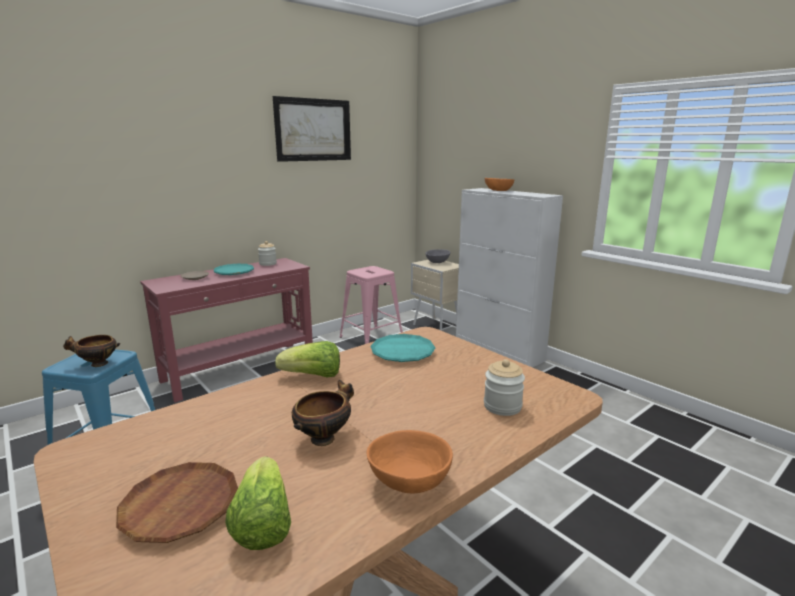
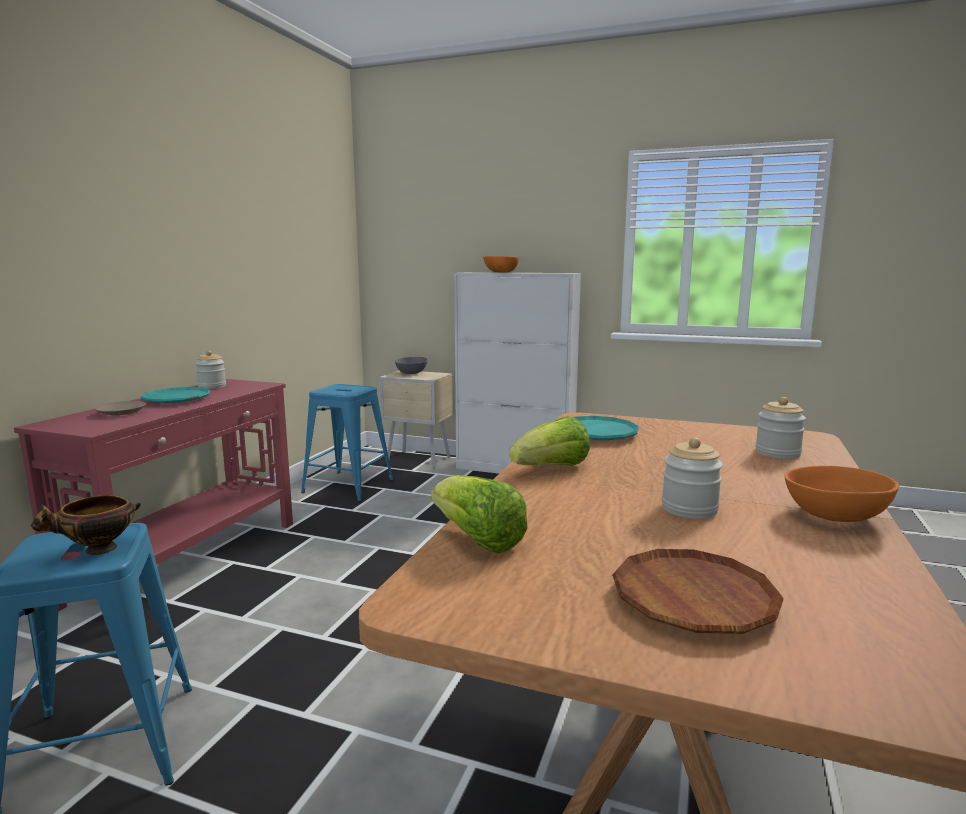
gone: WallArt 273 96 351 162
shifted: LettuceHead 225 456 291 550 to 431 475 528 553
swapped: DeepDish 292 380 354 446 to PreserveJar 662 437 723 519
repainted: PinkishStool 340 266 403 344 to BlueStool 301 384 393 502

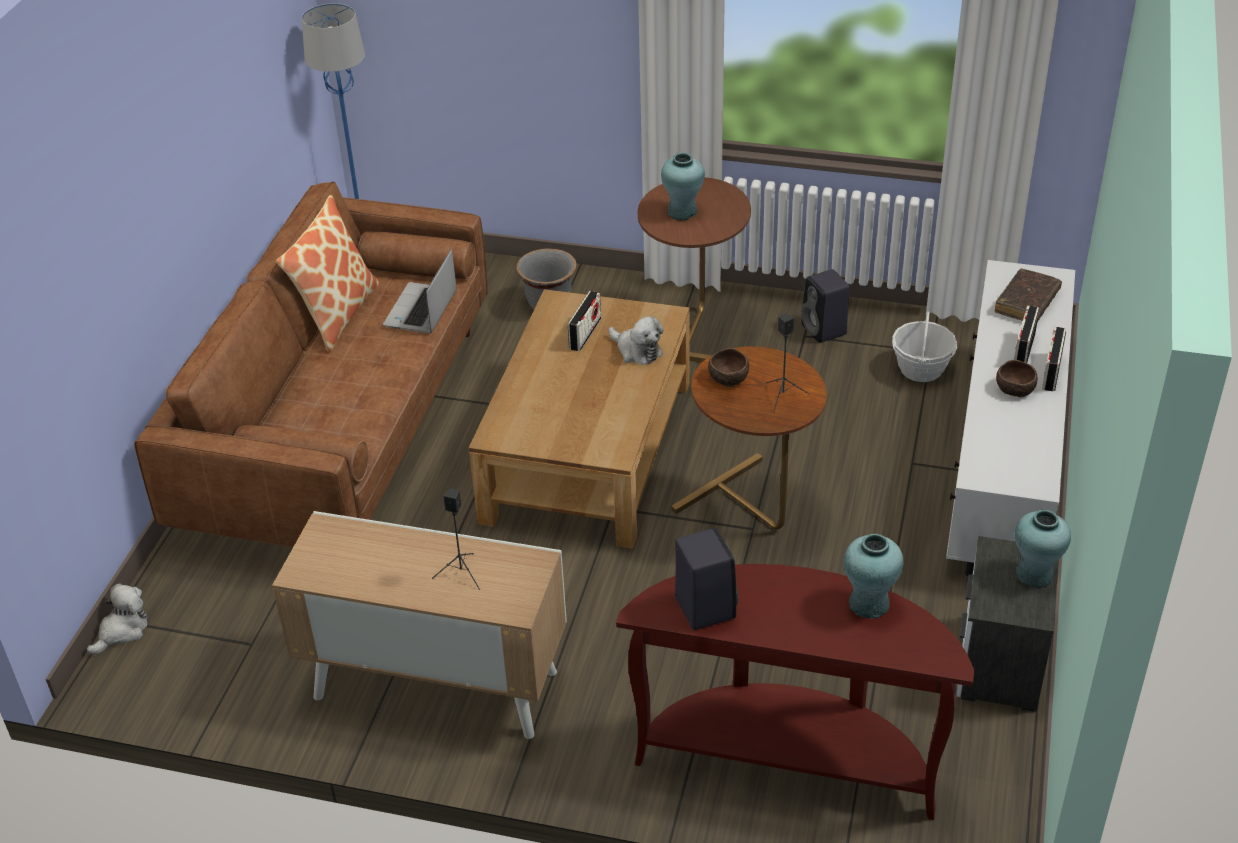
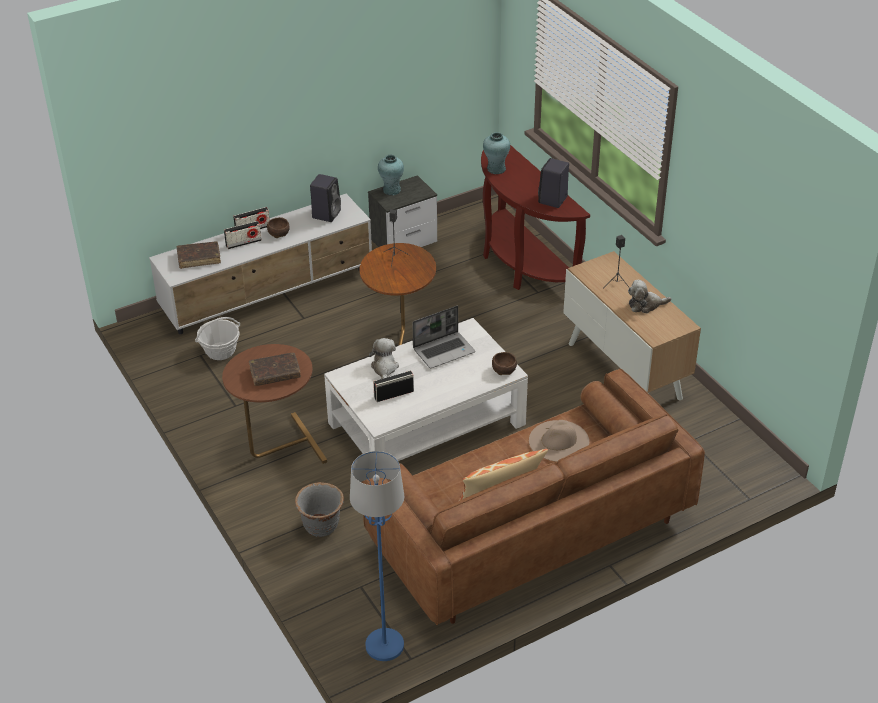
new: SandColouredHat 529 420 589 462
shifted: PlushToy 87 584 148 655 to 628 280 671 313; Laptop 383 249 457 334 to 412 306 475 368; BrownishDeepDish 708 348 749 387 to 492 352 517 375; BlackSpeaker 801 269 850 343 to 310 174 341 222
swapped: TurquoiseColouredVase 661 153 705 220 to BrownishBoundBook 249 352 301 386
repainted: BrownishCoffeeTable 469 289 690 549 to WhitishCoffeeTable 324 318 528 461

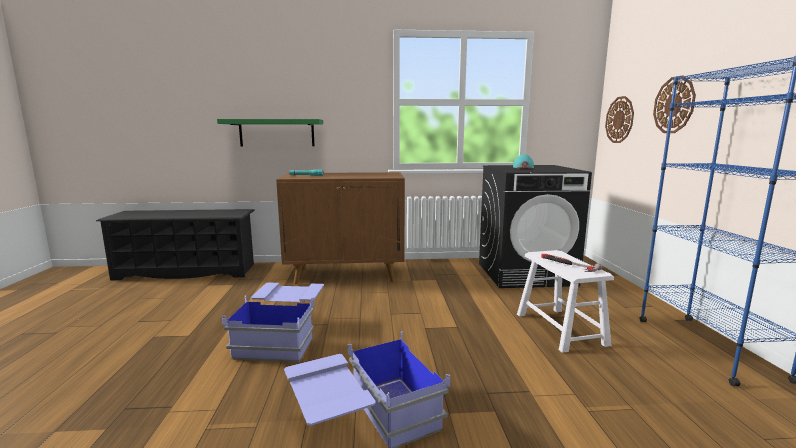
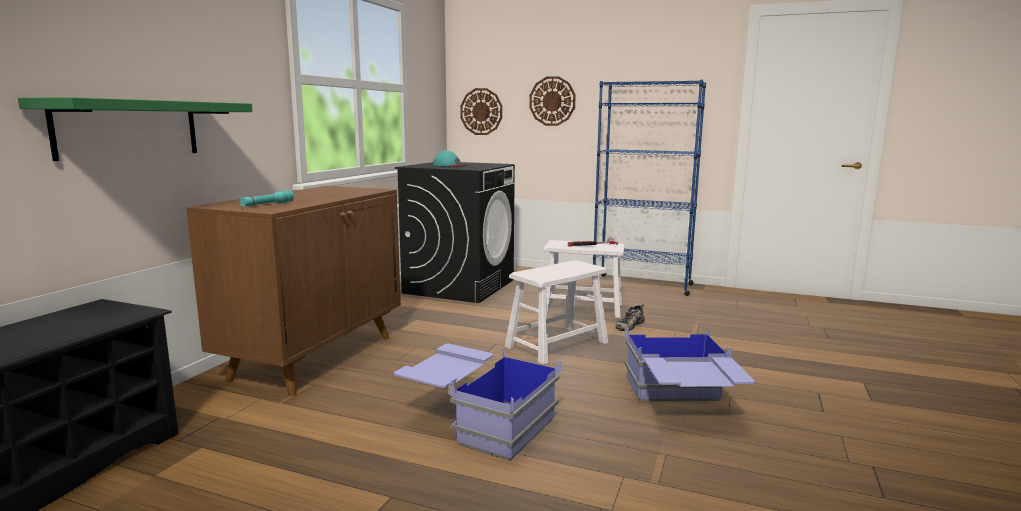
new: WhitishStool 505 260 608 365; LowShoe 616 304 645 331

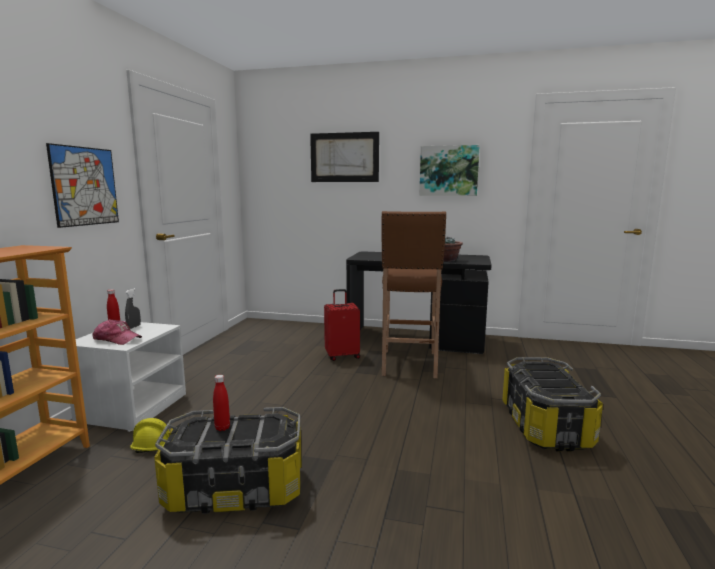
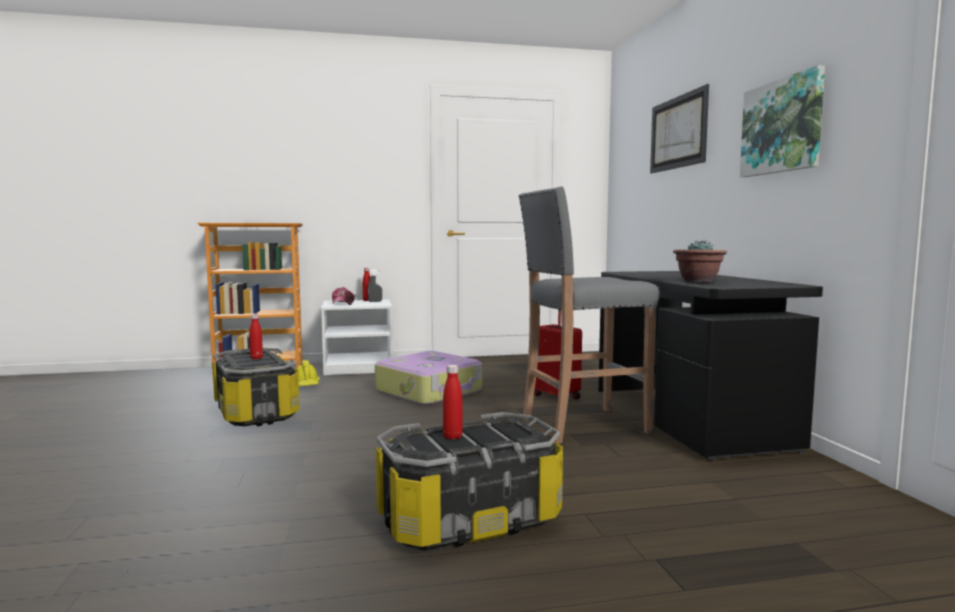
gone: WallArt 46 143 119 228
new: PieceOfLuggage 375 351 483 405; ReddishBeverageBottle 443 365 463 440
repainted: BrownishStool 382 211 446 378 to GrayStool 519 187 660 444

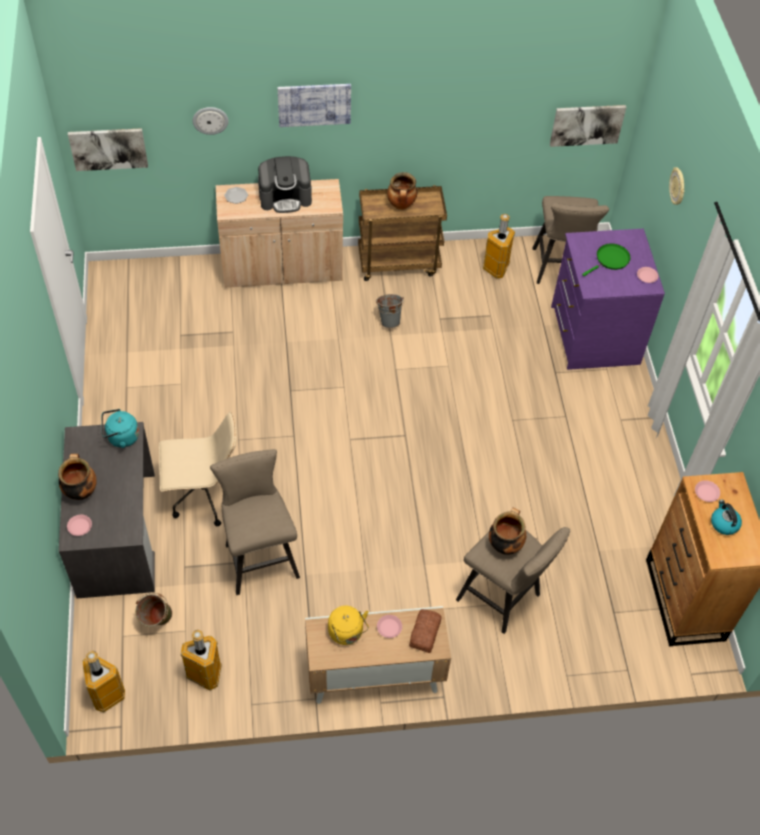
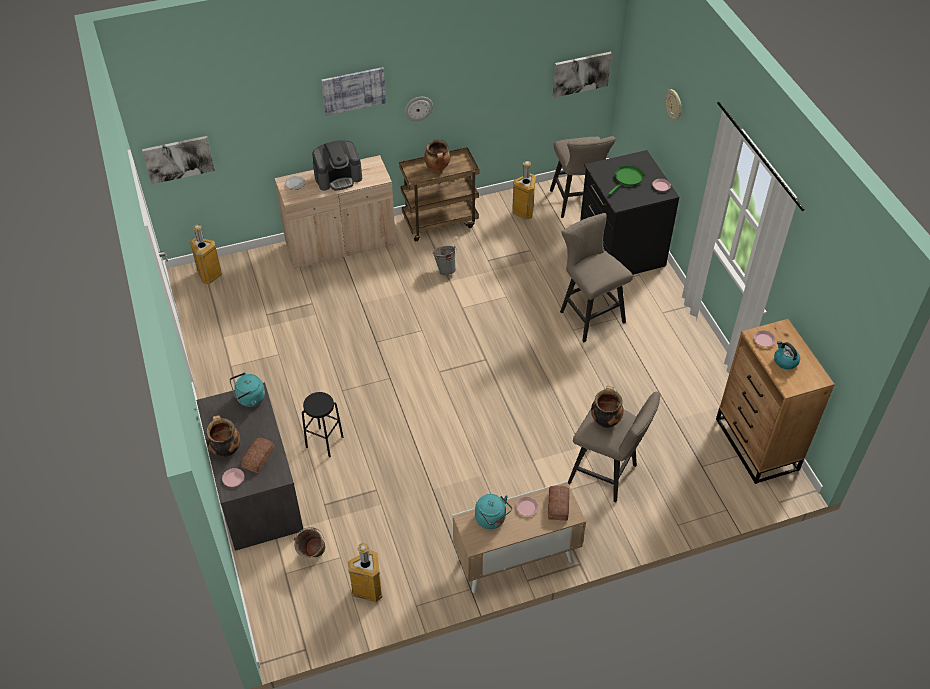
new: BakeryBread 241 438 275 473
shifted: TrashCan 82 651 125 712 to 189 224 222 284; ClockOnTheWall 193 107 229 135 to 404 97 433 121; SandColouredStool 210 449 300 595 to 560 213 633 342
swapped: SandColouredOfficeChair 159 412 237 526 to BlackStool 302 392 344 457
repainted: YellowTeaKettle 328 605 369 645 to TurquoiseColouredTeaKettle 475 494 512 529; PurplishDrawerChest 551 229 665 370 to BlackDrawerChest 580 150 680 275

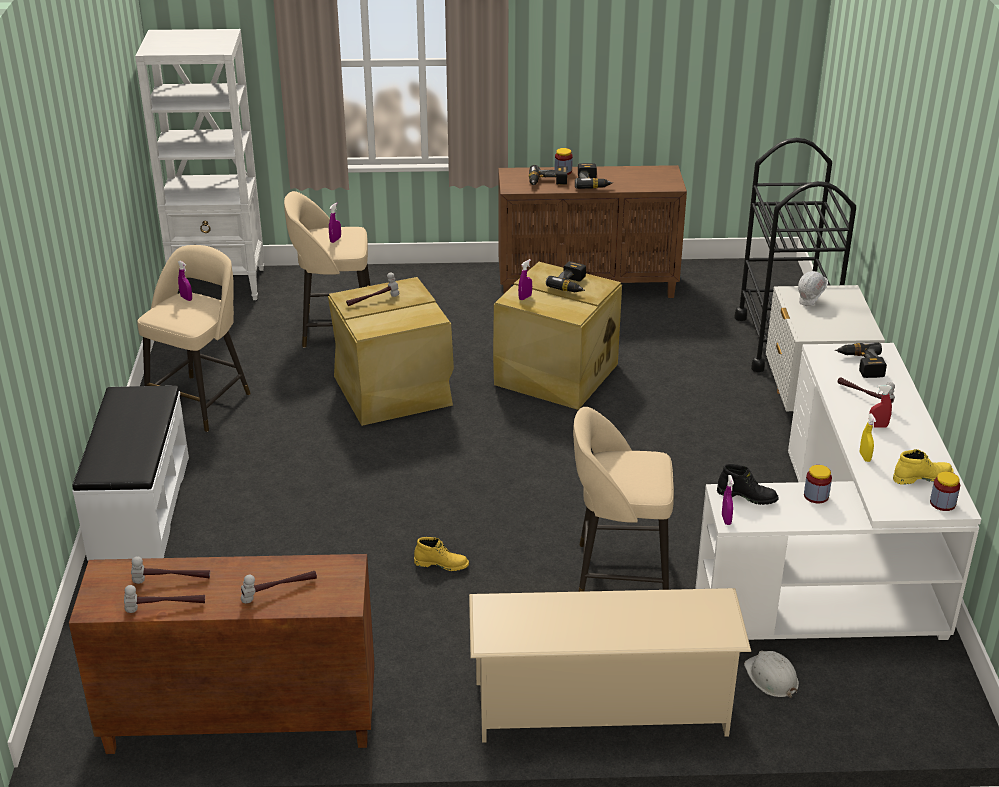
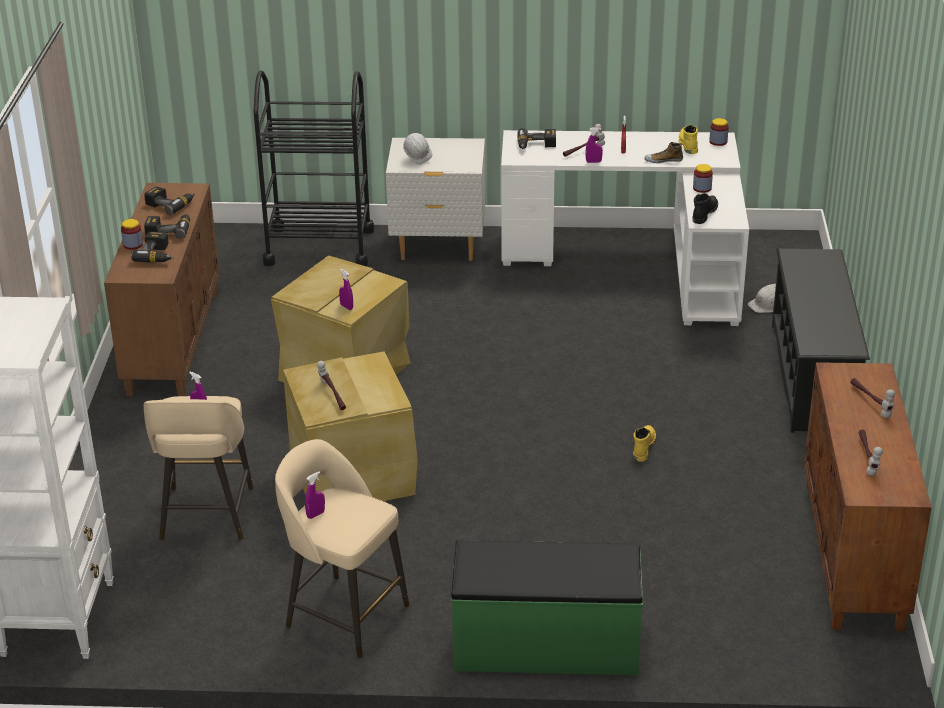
gone: ToolHammer 124 585 205 613; SandColouredStool 573 407 674 592
shifted: PowerDrill 546 261 586 292 to 144 186 195 215; PurplishSprayBottle 722 475 734 525 to 586 127 603 163
swapped: YellowSprayBottle 860 413 876 462 to LowShoe 644 142 683 163
repainted: WhitishIndoorBench 72 386 189 561 to GreenIndoorBench 451 540 643 675; SandColouredShoeRack 469 588 751 743 to BlackShoeRack 772 249 870 433

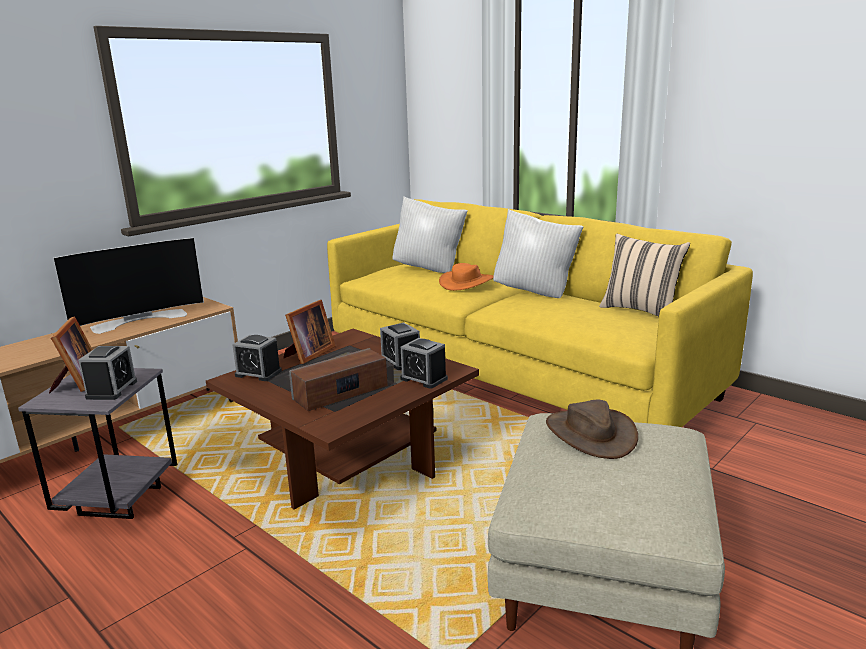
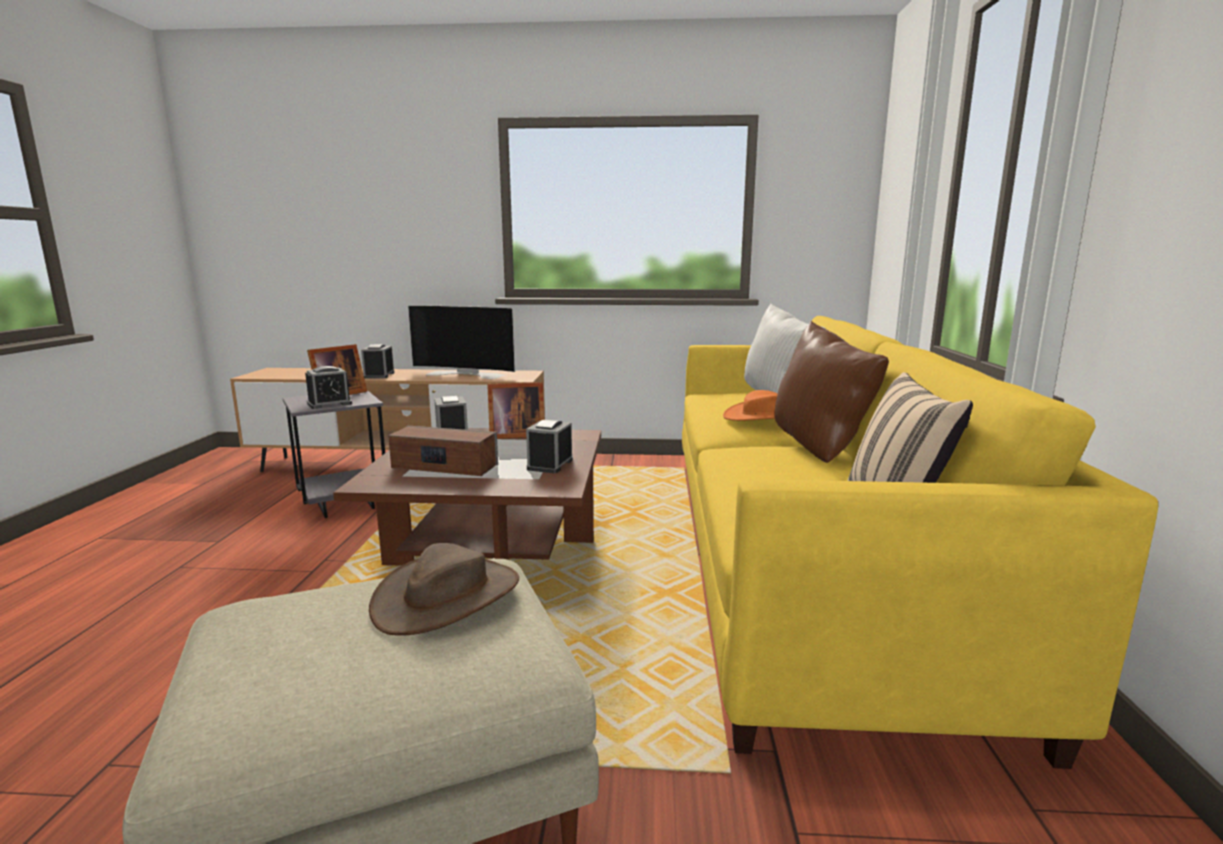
shifted: BedsideClock 400 338 448 389 to 361 344 394 379
repainted: WhitishCushion 493 209 583 298 to BrownishCushion 774 321 889 463

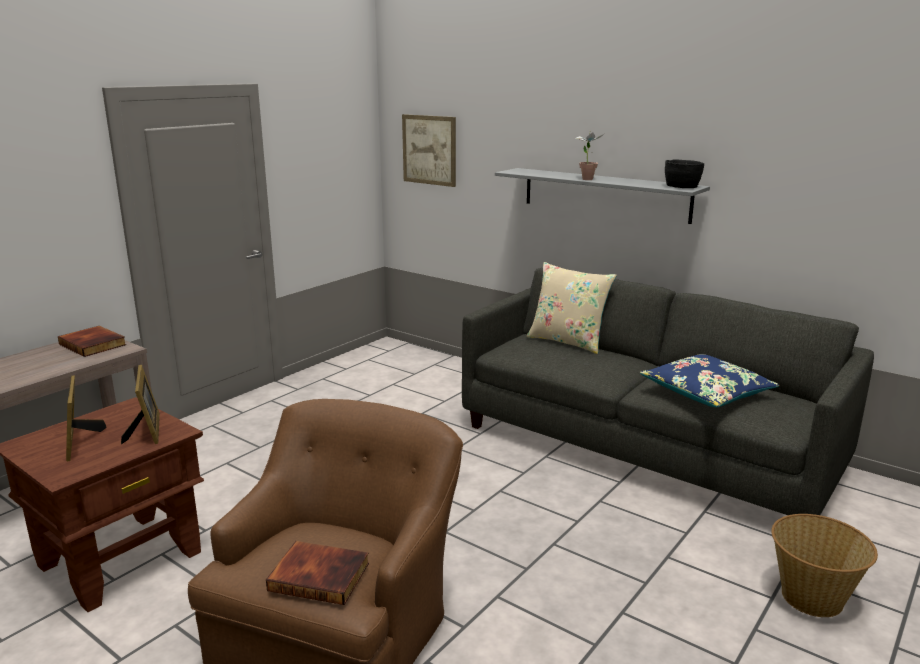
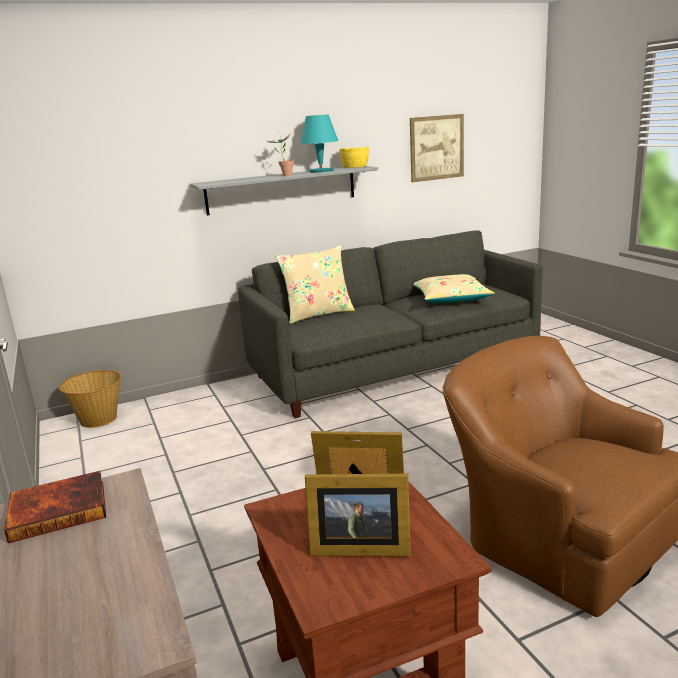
gone: BoundBook 266 541 369 605
new: TurquoiseColouredTabletopLamp 300 114 338 172
shifted: WallArt 402 114 456 187 to 410 114 464 182; Basket 771 514 878 617 to 59 370 122 428
repainted: BlueCushion 640 354 779 407 to SandColouredCushion 414 274 495 303; BlackDeepDish 665 159 704 188 to YellowDeepDish 339 147 369 168

